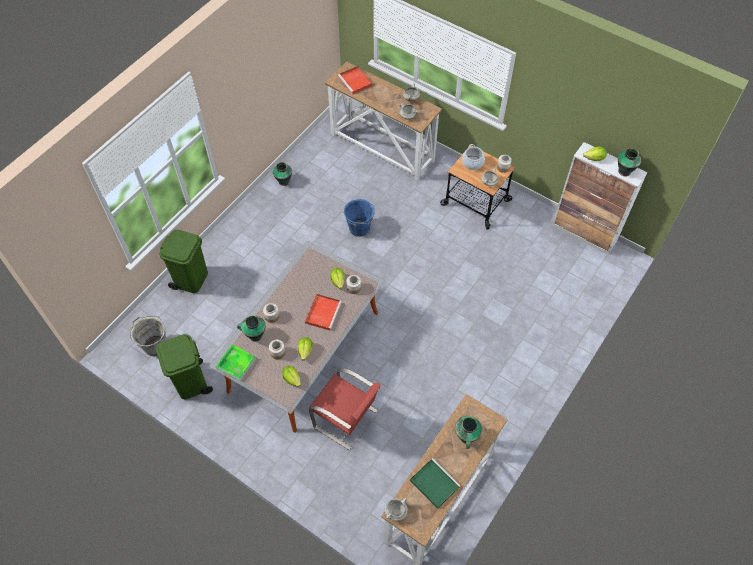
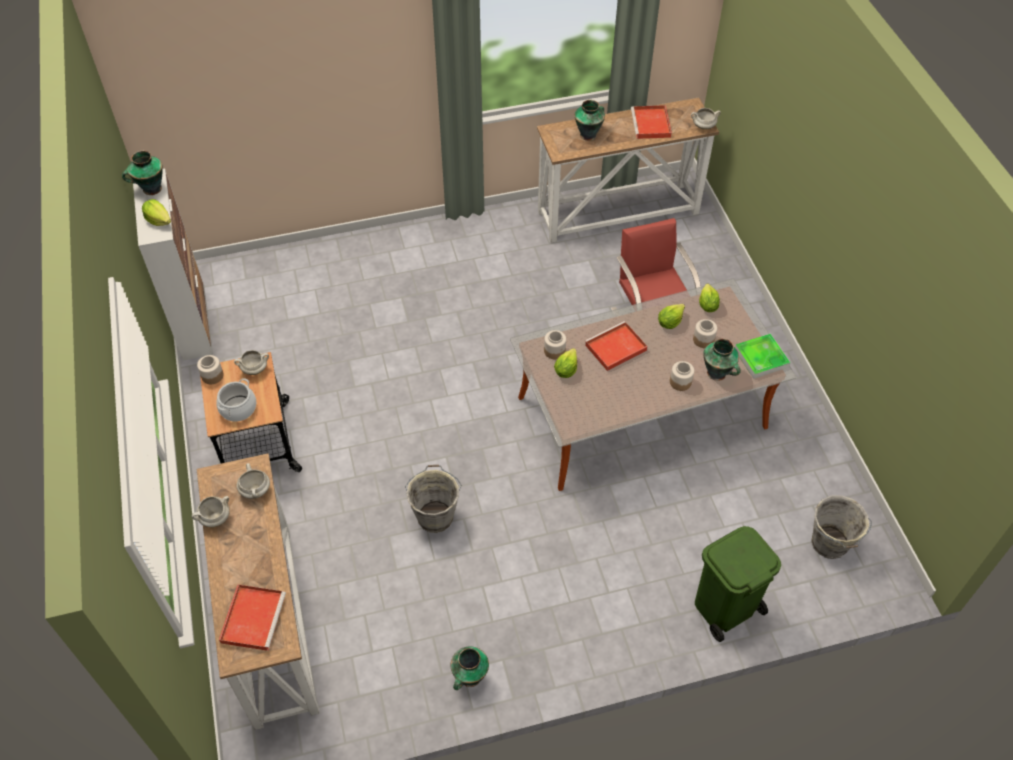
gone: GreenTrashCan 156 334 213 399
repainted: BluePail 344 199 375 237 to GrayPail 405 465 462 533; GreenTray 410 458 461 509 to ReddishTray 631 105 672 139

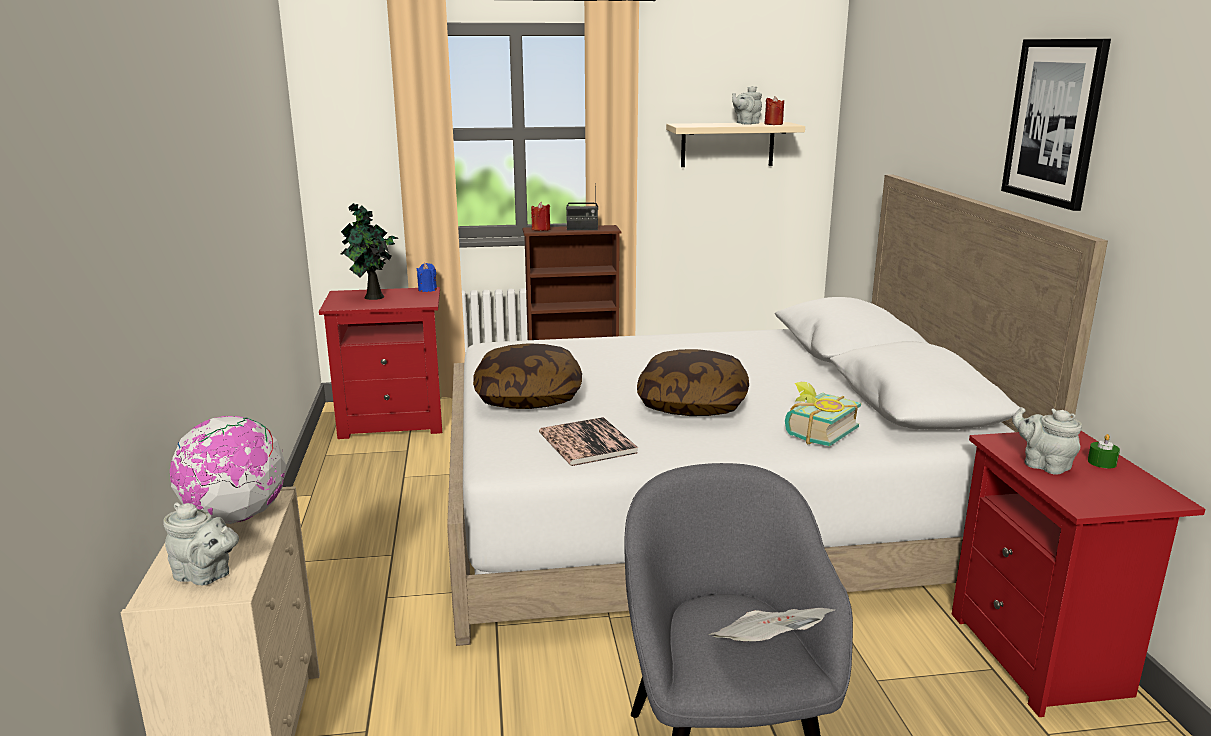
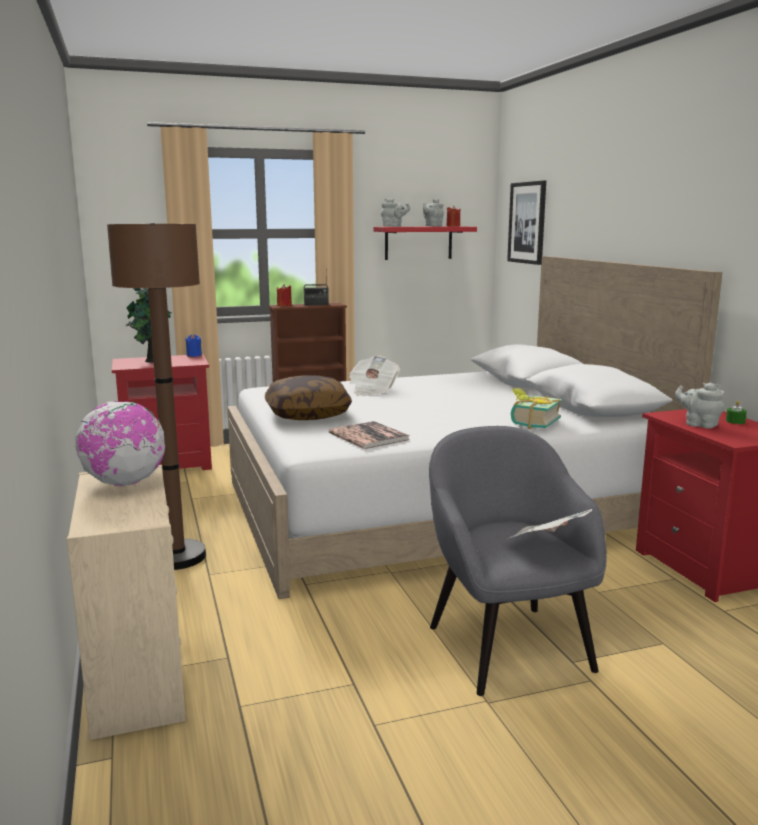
gone: Cushion 637 349 749 416
new: BrownishStandardLamp 107 223 206 570; PrintedPaper 349 356 400 396
shifted: GrayPotForTea 163 503 239 585 to 381 198 410 227; WallArt 1001 39 1111 211 to 507 180 546 265
repainted: SandColouredWallShelf 666 122 805 167 to ReddishWallShelf 374 226 477 260

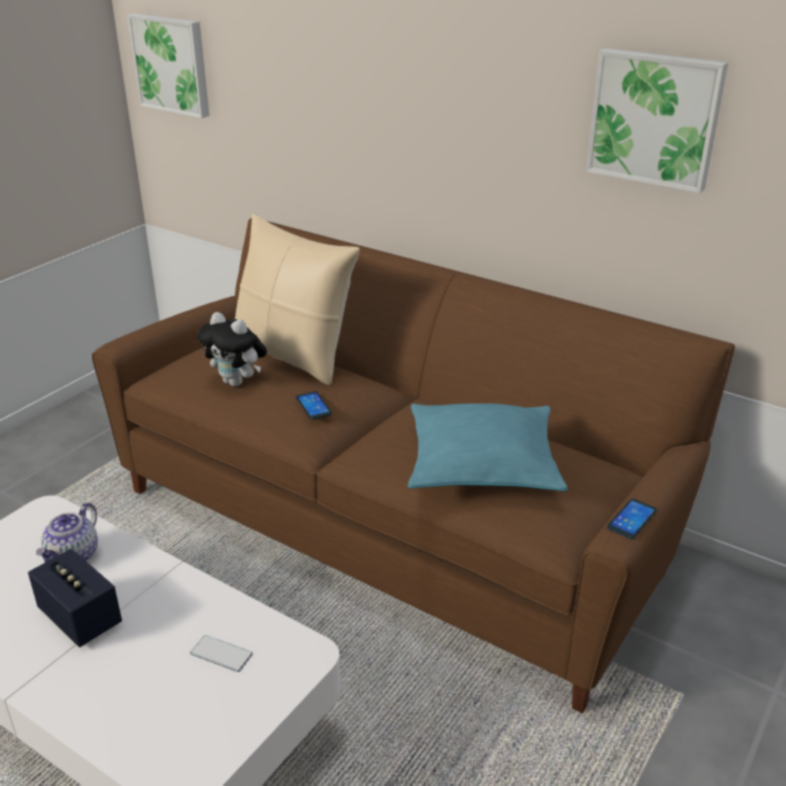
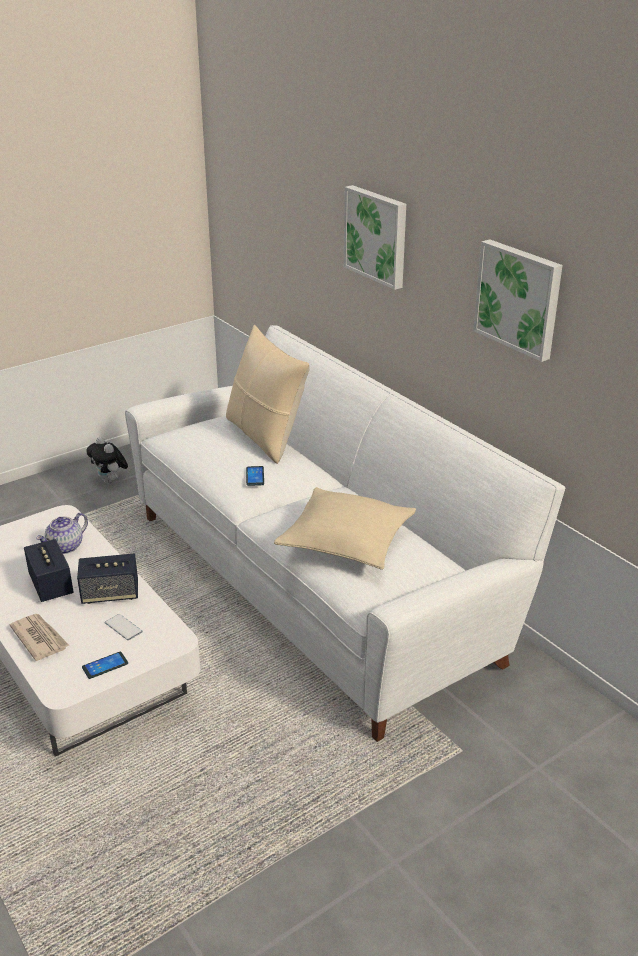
new: PrintedPaper 10 614 69 661; Speaker 77 554 138 604
shifted: WallArt 127 13 209 118 to 344 185 406 290; PlushToy 197 312 267 387 to 87 437 128 484; Telephone 607 499 657 539 to 82 652 128 679
repainted: BrownishSettee 92 219 735 713 to WhitishSettee 125 325 565 742; TurquoiseColouredCushion 408 403 568 491 to SandColouredCushion 274 487 416 570

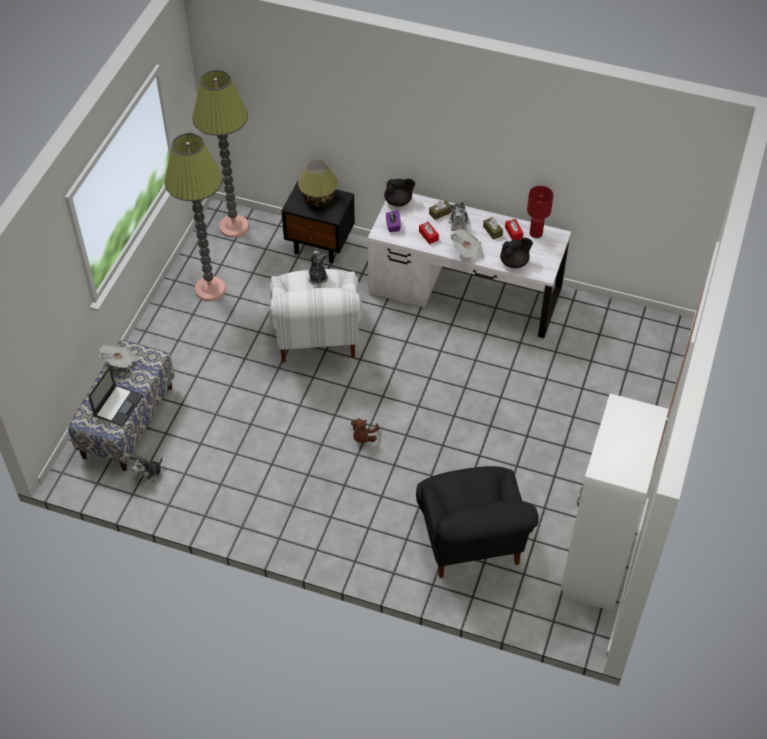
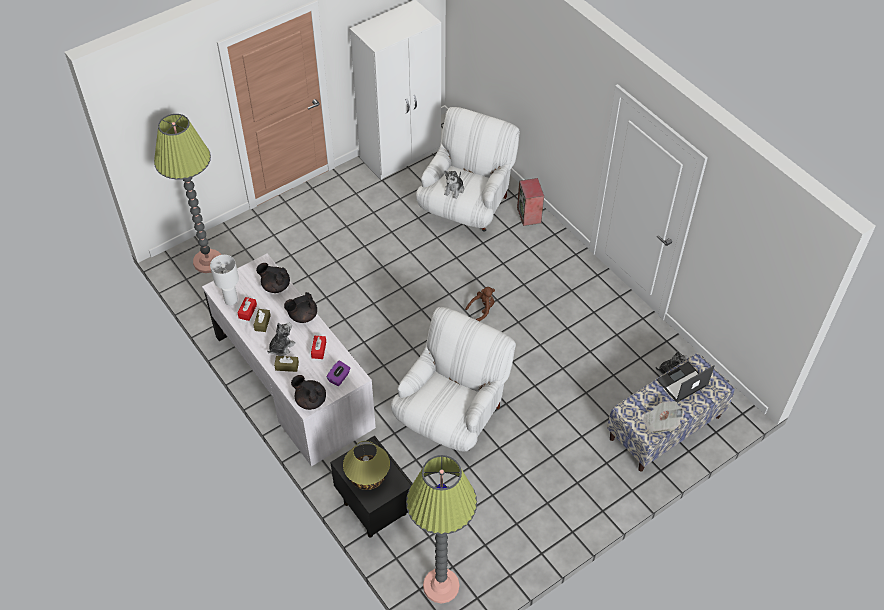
new: Speaker 517 178 544 226
shifted: StandardLamp 164 133 226 301 to 154 114 221 273; PlushToy 307 251 328 285 to 444 171 464 199
swapped: PrintedPaper 450 229 485 260 to BlackPotForTea 284 292 317 323
repainted: BlackLoungeChair 416 466 539 578 to WhitishLoungeChair 416 107 520 232; ReddishTabletopLamp 527 186 553 238 to WhitishTabletopLamp 210 255 239 305

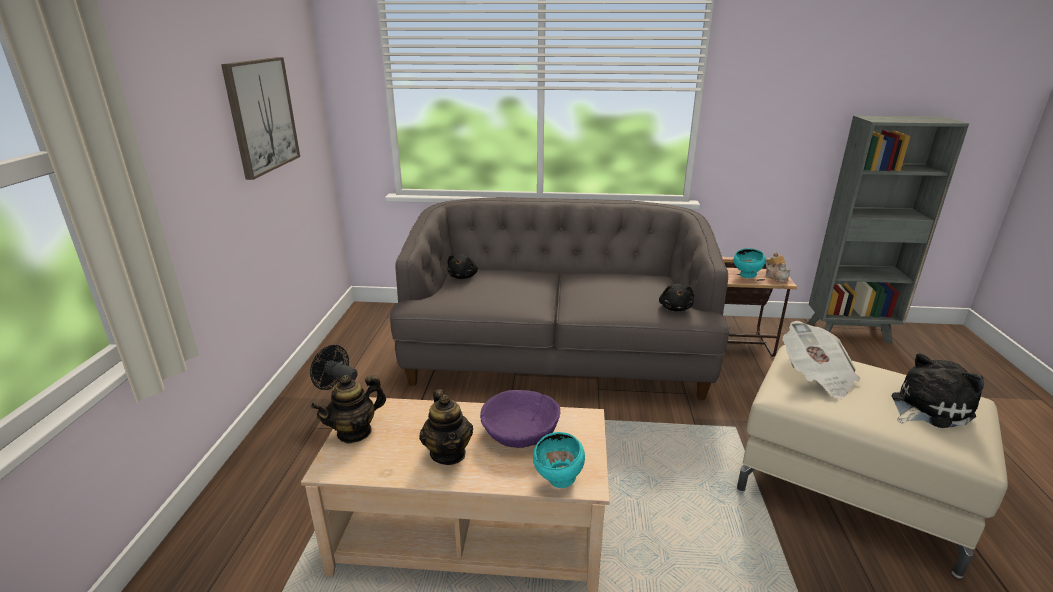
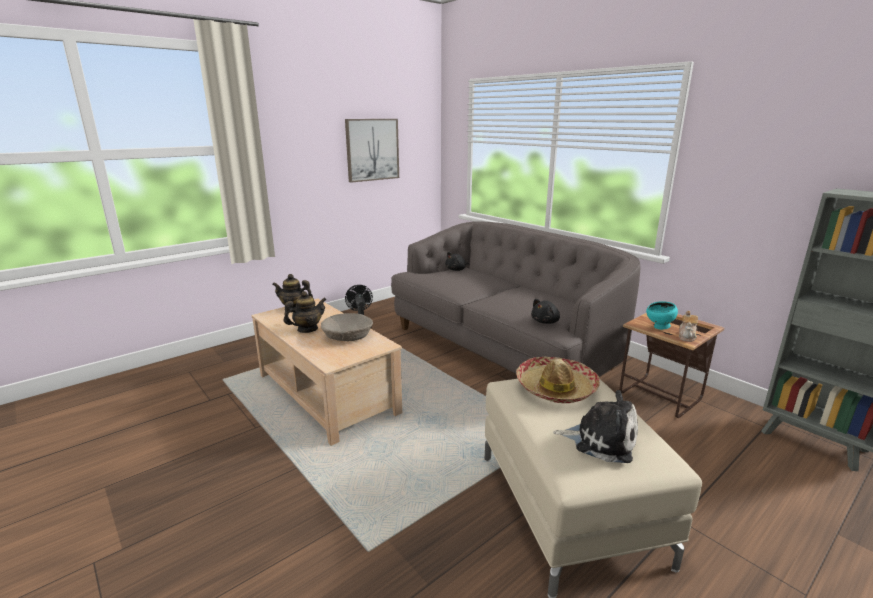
gone: TurquoiseColouredDeepDish 533 432 585 488
swapped: PrintedPaper 783 321 860 400 to Hat 516 356 600 403
repainted: PurplishDeepDish 480 390 560 448 to SandColouredDeepDish 321 313 373 341
rotated: PotForTea 419 389 473 465 = 283 291 327 333 150 degrees counterclockwise

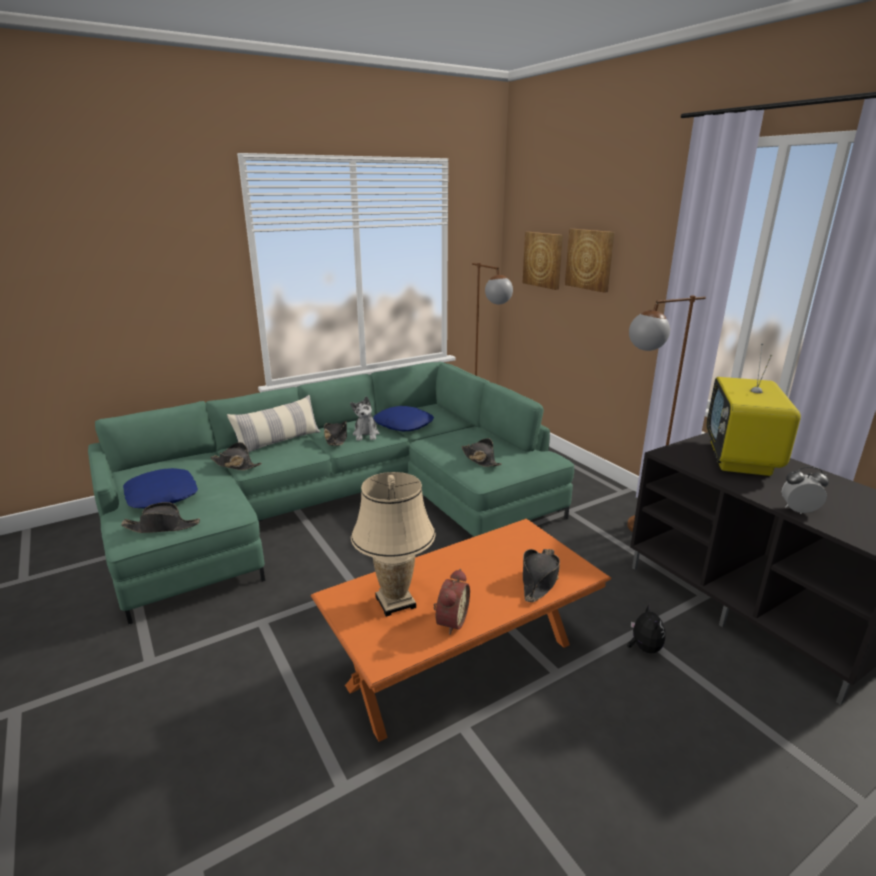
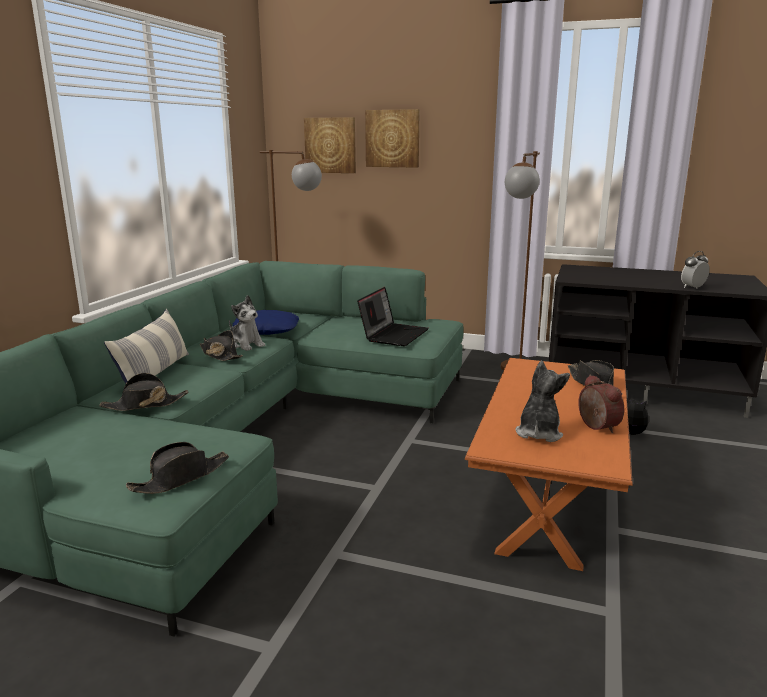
gone: BlueCushion 123 468 198 508; Tv 706 343 801 476
swapped: SandColouredTabletopLamp 351 472 435 617 to PlushToy 515 361 570 442; BlackHat 462 438 502 467 to Laptop 357 287 429 346

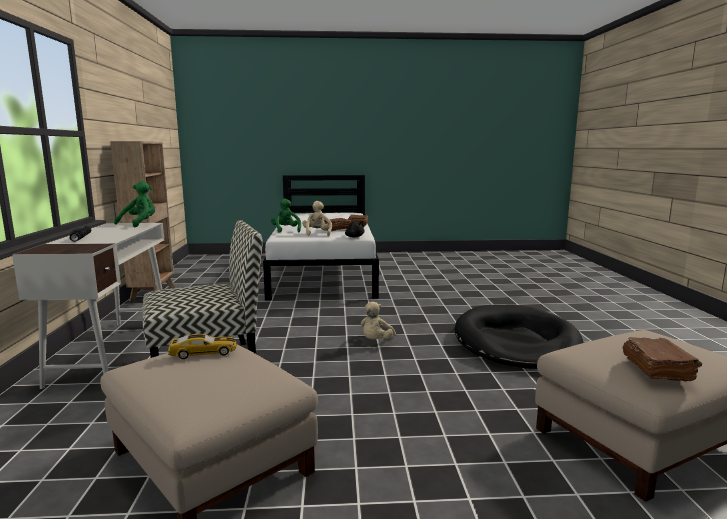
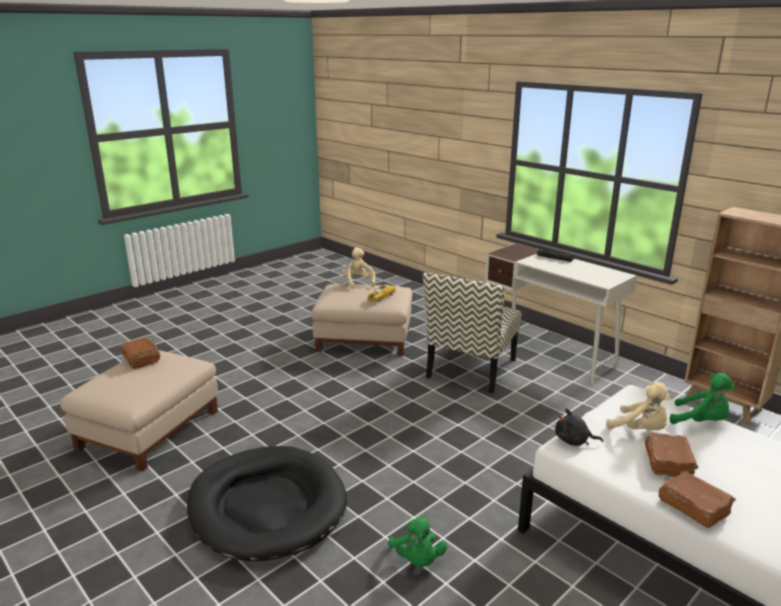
shifted: GreenPlushToy 114 181 155 227 to 388 516 447 567; SandColouredPlushToy 361 302 396 339 to 342 248 375 289

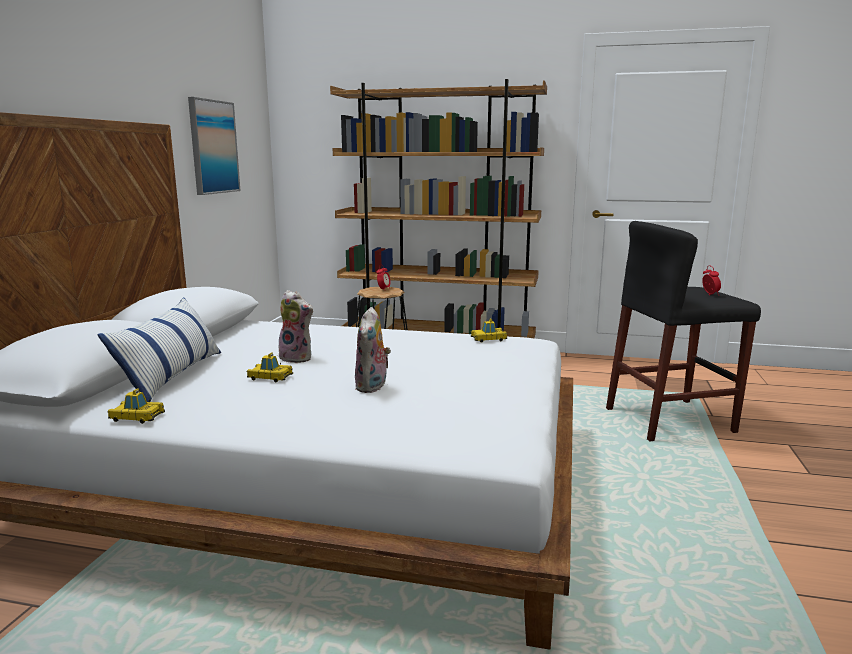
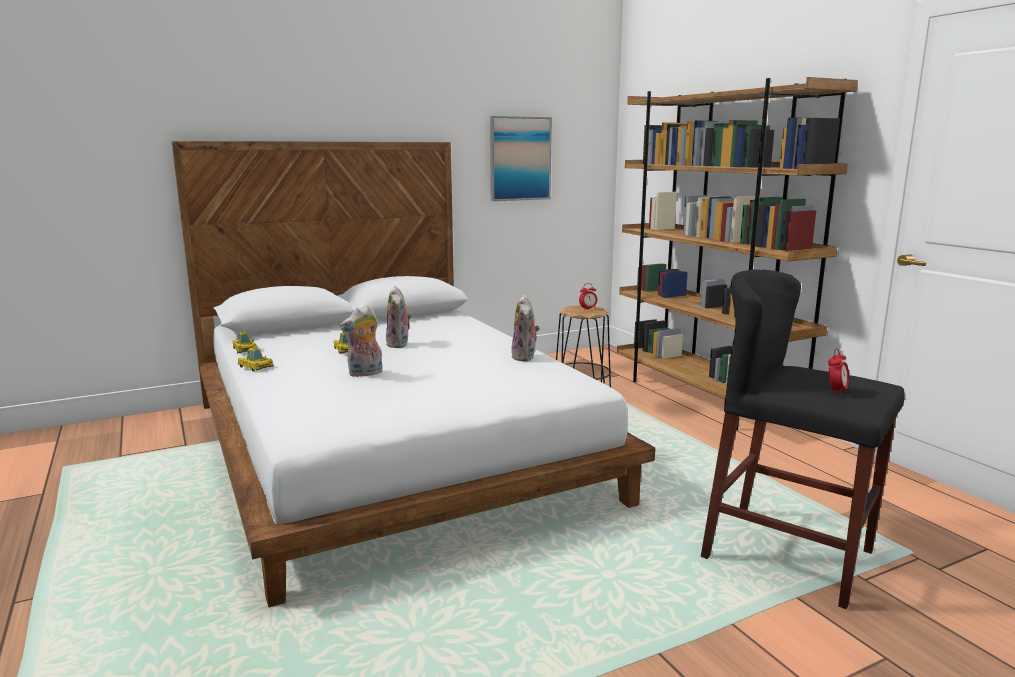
gone: Cushion 97 297 221 402
new: PlushToy 511 295 540 361
shifted: ModelCar 470 318 507 343 to 238 346 274 371

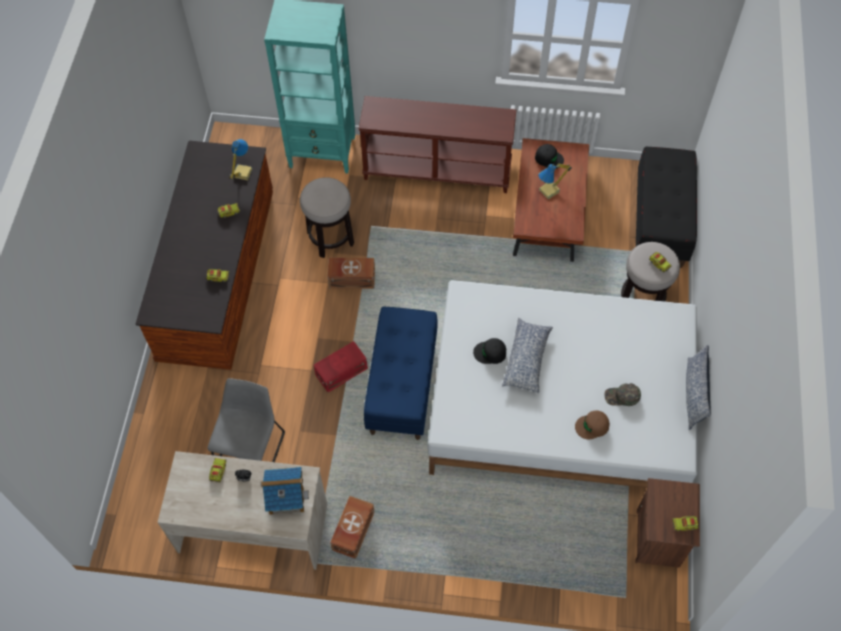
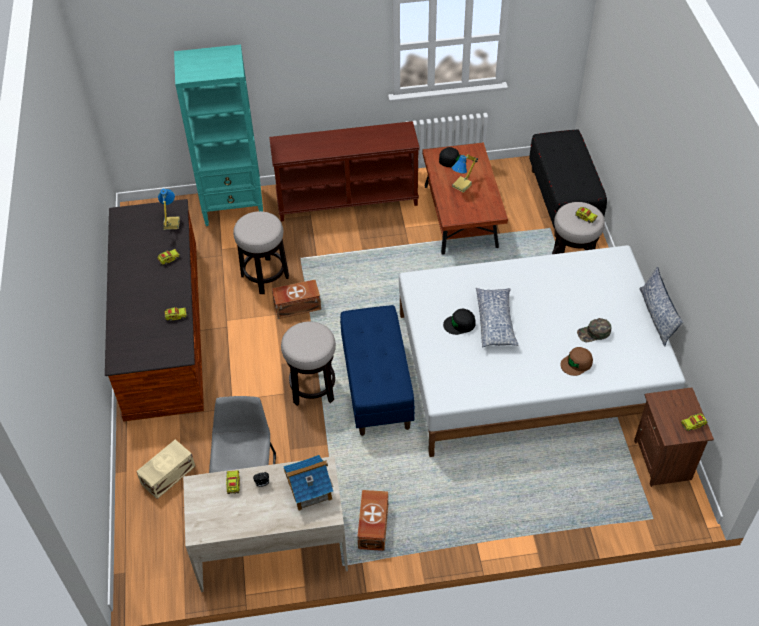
new: SandColouredStorageContainer 136 439 195 499
swapped: ReddishStorageContainer 314 341 368 393 to Stool 281 322 336 406

